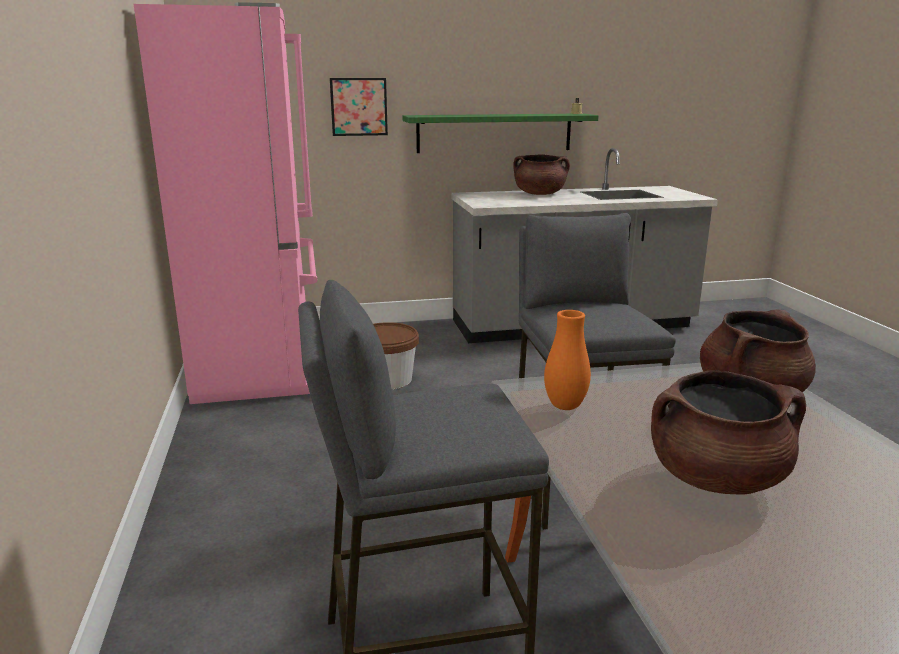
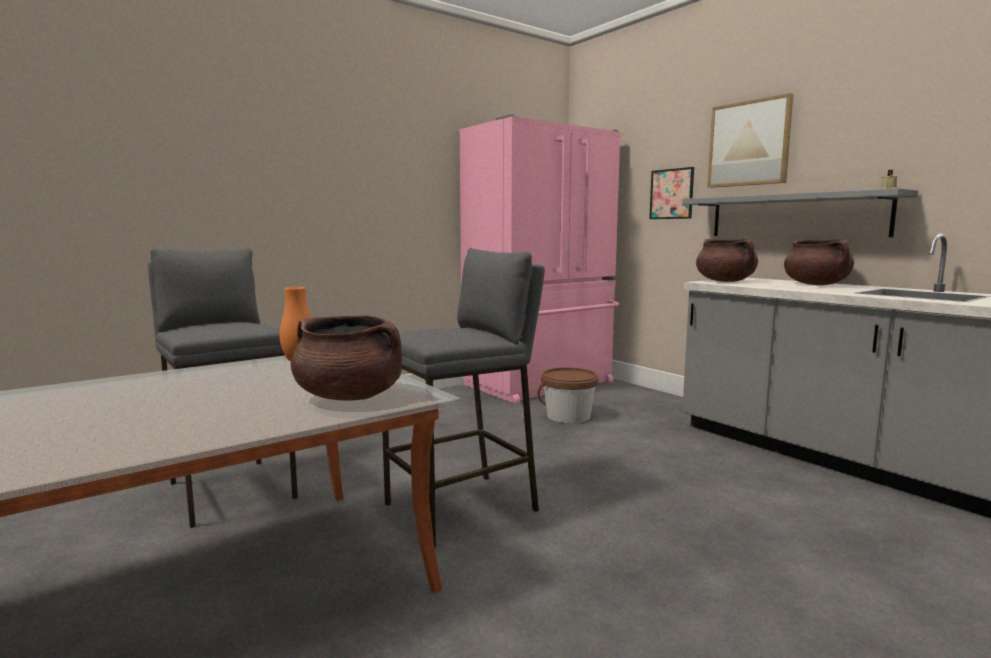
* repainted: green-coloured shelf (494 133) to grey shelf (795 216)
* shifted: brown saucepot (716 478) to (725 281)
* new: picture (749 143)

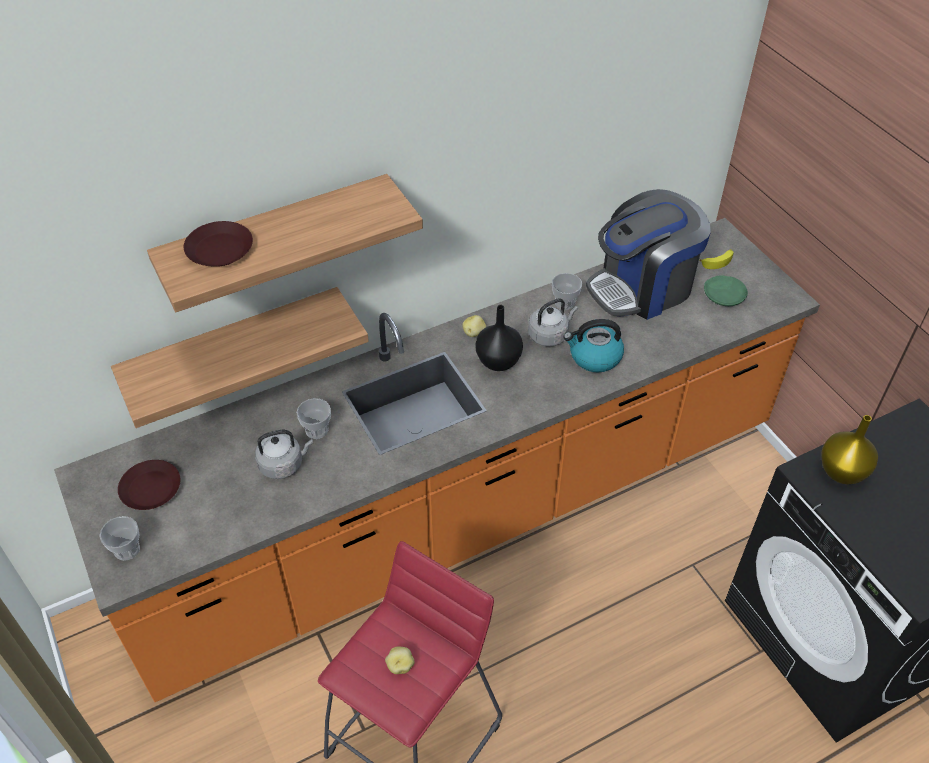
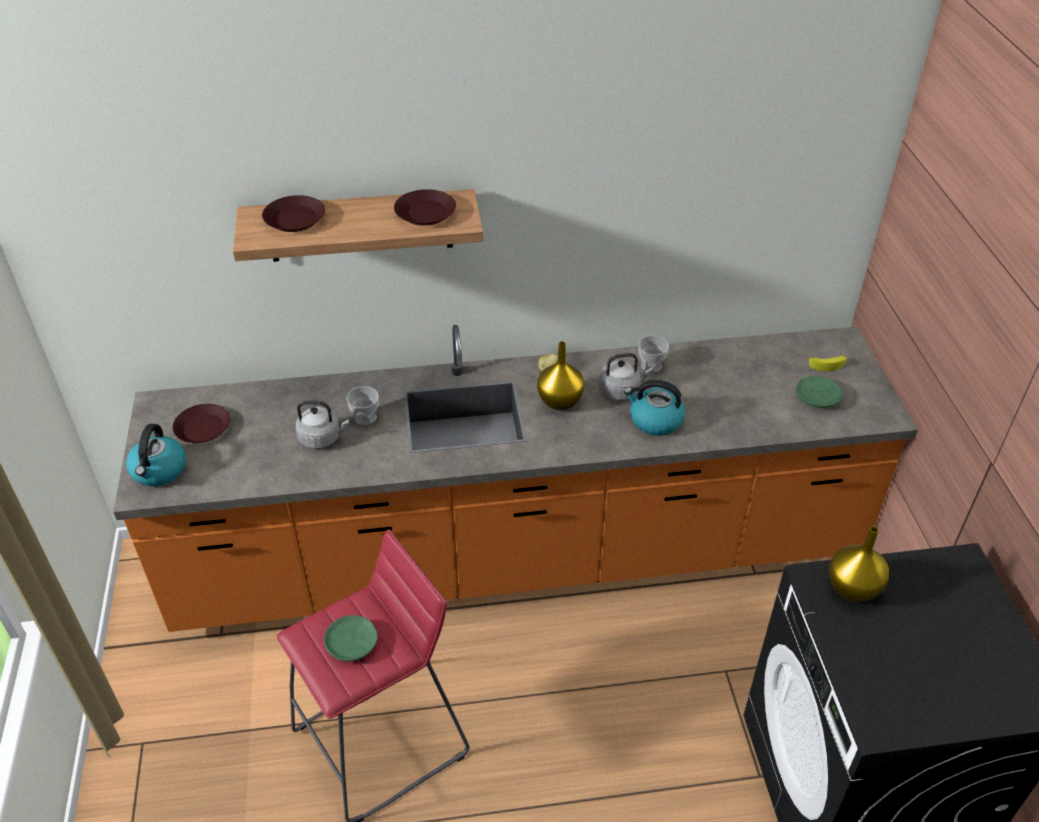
* swapped: small cup (127 549) to kettle (159 471)
* gone: shelf (233 347)
* swapped: whole potato (400 665) to green-coloured flat dish (352 644)
* repainted: black-coloured decorative vase (498 362) to yellow decorative vase (559 402)
* gone: coffee maker (642 288)
* new: brown flat dish (424 213)

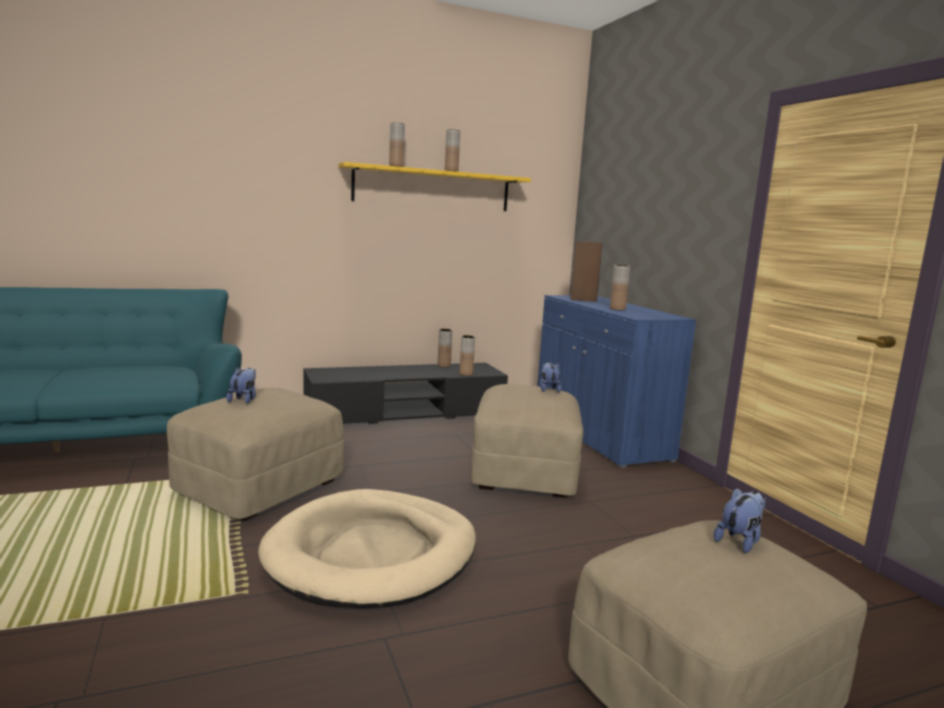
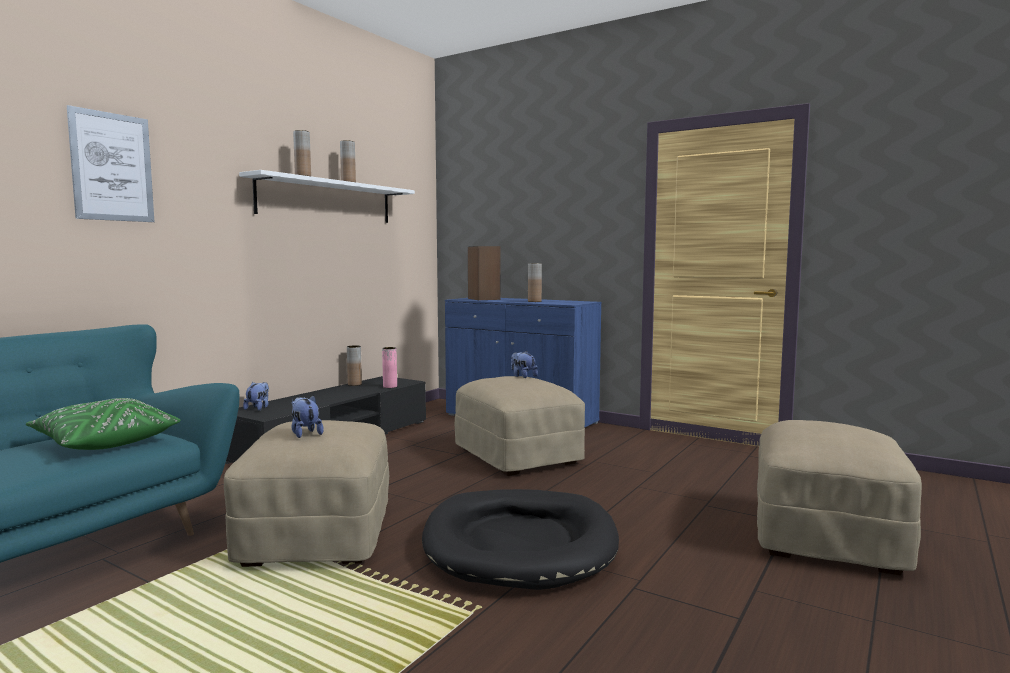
* repainted: beige-coloured pet bed (372 554) to black-coloured pet bed (520 544)
* repainted: yellow shelf (432 189) to white-coloured shelf (327 201)
* repainted: brown decorative vase (466 374) to pink decorative vase (390 386)
* shifted: soft toy (739 541) to (258 408)
* new: green-coloured throw pillow (104 442)
* new: picture (112 167)

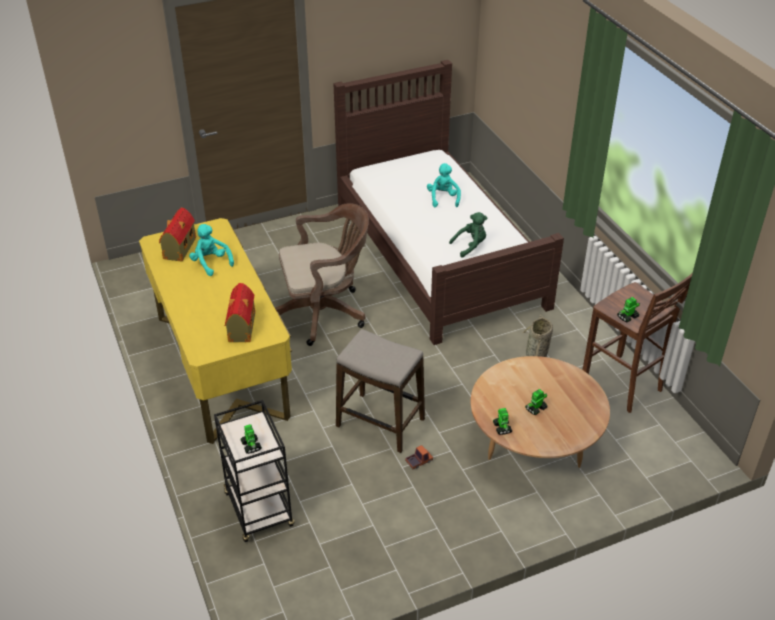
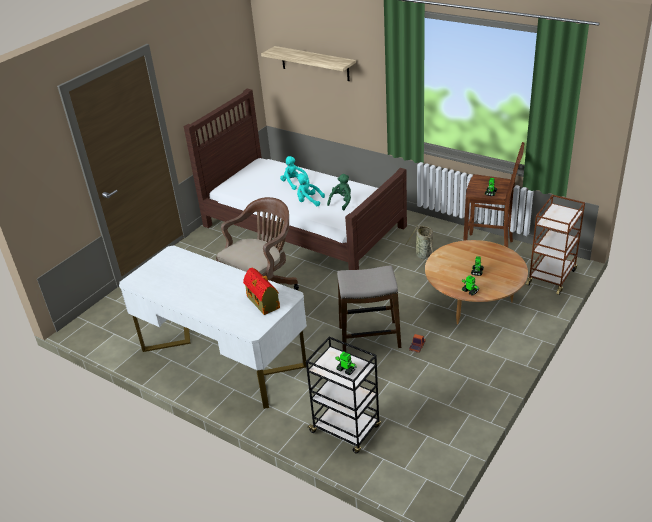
* repainted: yellow desk (221 365) to white-coloured desk (223 357)
* gone: toy house (179 249)
* shifted: blue-green soft toy (211 263) to (308 201)
* new: shelf (314 63)
* new: brown cart (551 277)

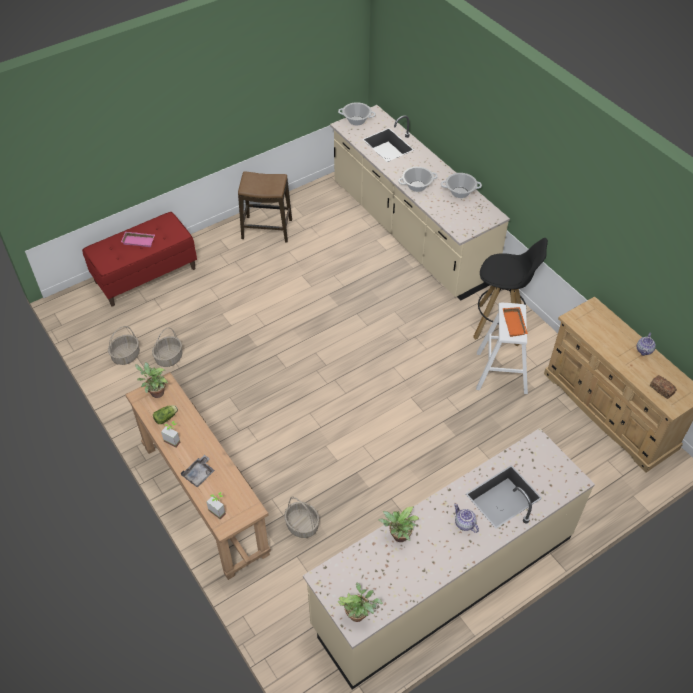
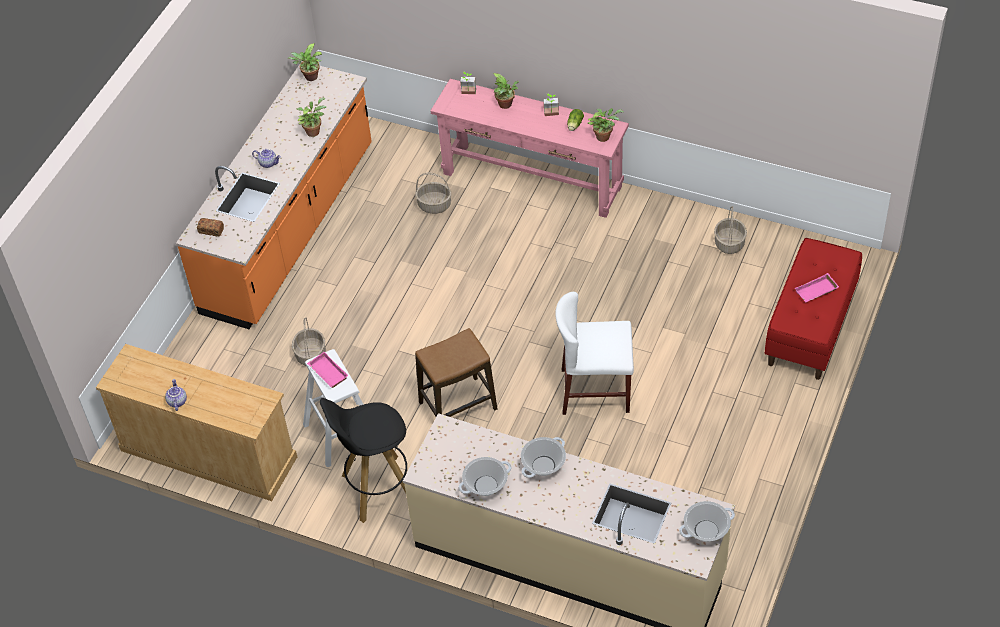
* repainted: brown narrow table (205 499) to pink narrow table (532 180)
* shifted: basket (169 358) to (310 354)
* swapped: grey carrying tray (199 474) to plant in a pot (506 105)
* shifted: sitting stool (267 229) to (458 406)
* repainted: beige-coloured kitchen counter (443 580) to orange-coloured kitchen counter (290 229)
* repainted: orange-coloured carrying tray (515 324) to pink carrying tray (327 373)
* shifted: bakery bread (661 390) to (211 231)
* new: white-coloured plain chair (595 390)

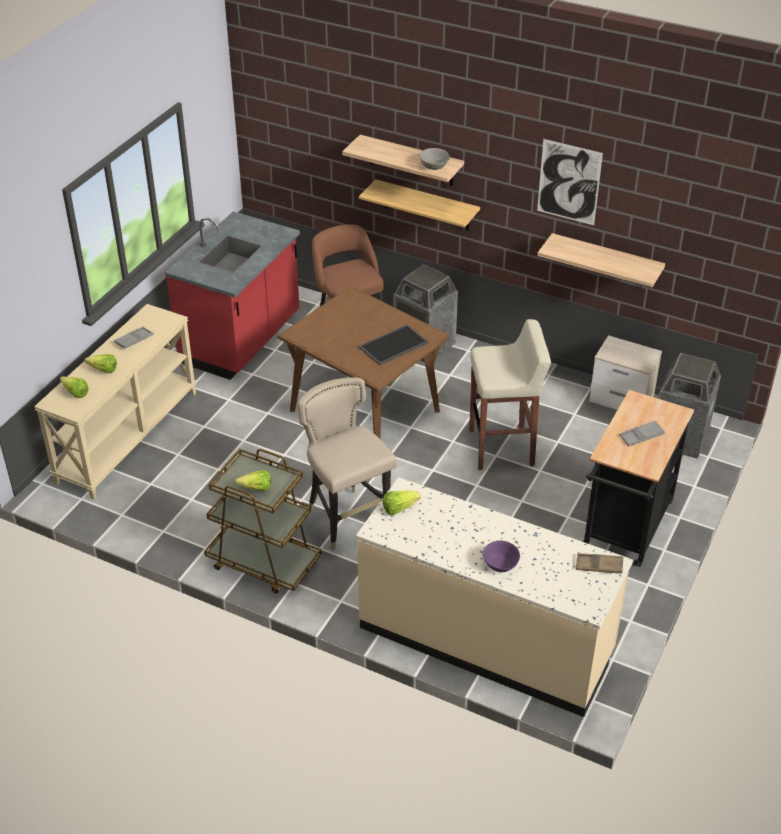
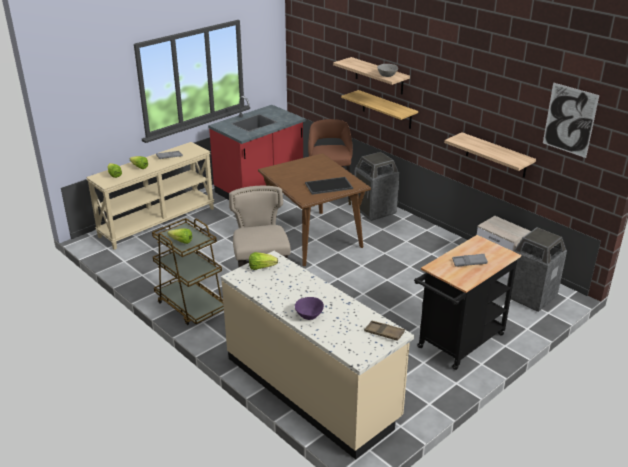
* gone: beige-coloured sitting stool (502 448)
* shifted: picture (569 182) to (569 120)

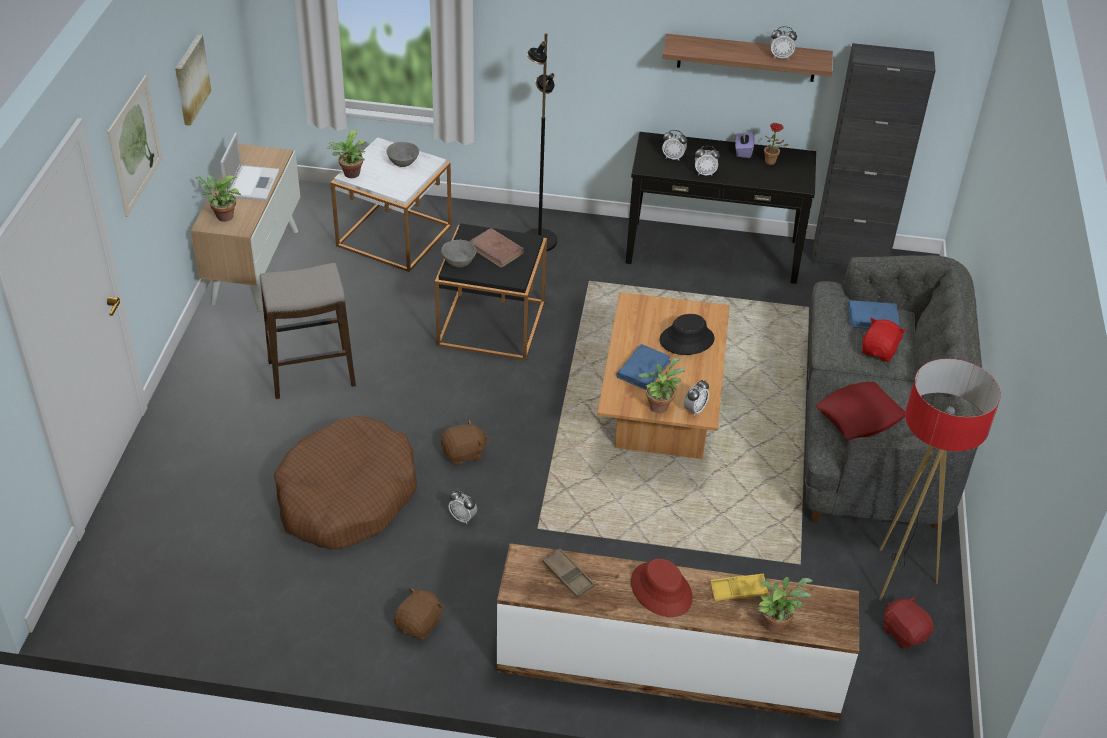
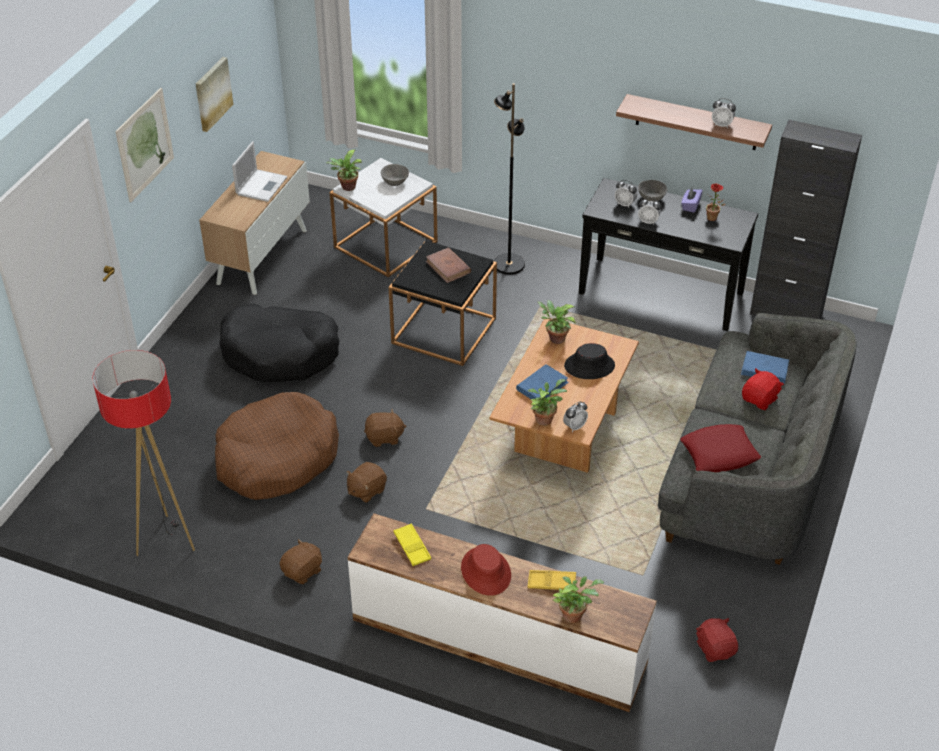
* shifted: plant in a pot (222 216) to (555 339)
* swapped: sitting stool (312 374) to black-coloured pet bed (280 353)
* shifted: grey deep dish (459 262) to (652 198)
* swapped: table clock (463 517) to brown soft toy (366 490)
* repainted: brown carrying tray (568 576) to yellow carrying tray (412 547)
* shifted: floor lamp (899 577) to (166 540)

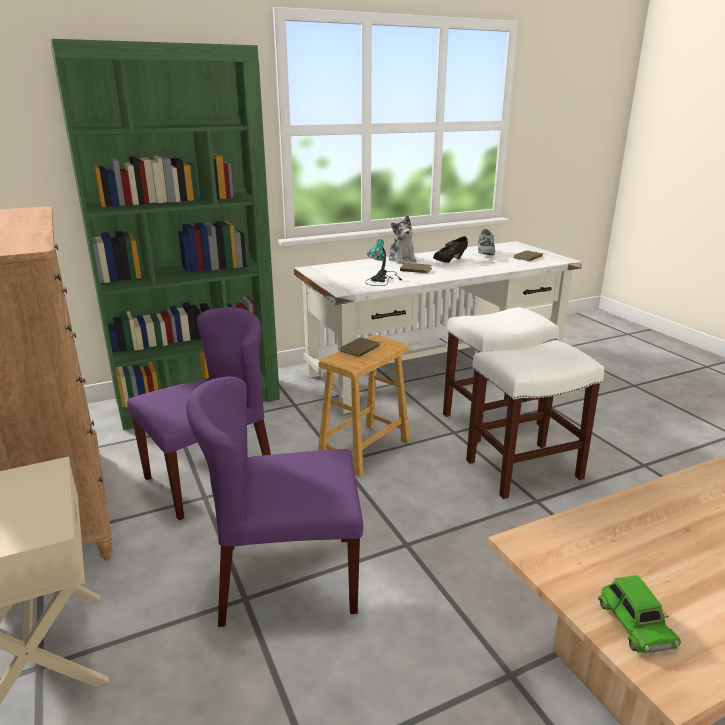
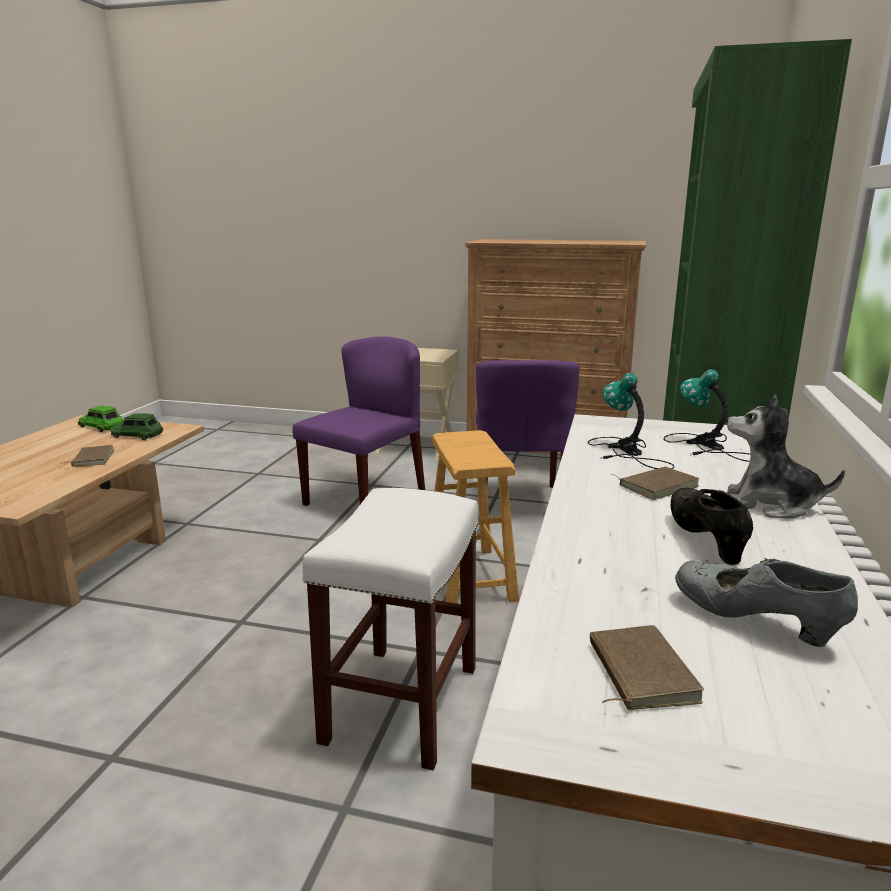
* shifted: brown bound book (361 349) to (91 459)
* gone: white-coloured sitting stool (524 469)
* new: green-coloured toy car (138 435)
* new: table lamp (707 447)

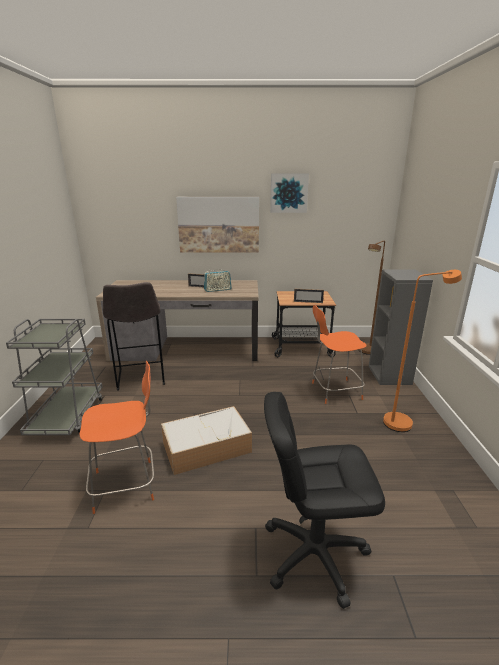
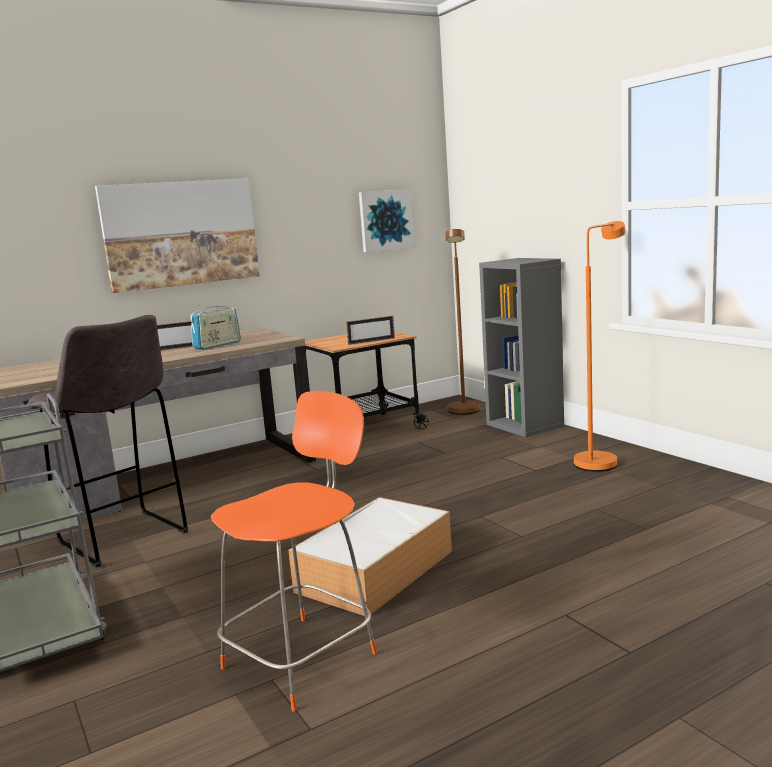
* gone: black-coloured desk chair (314 553)
* shifted: picture (289 193) to (386 220)
* gone: orange-coloured plain chair (334 391)

